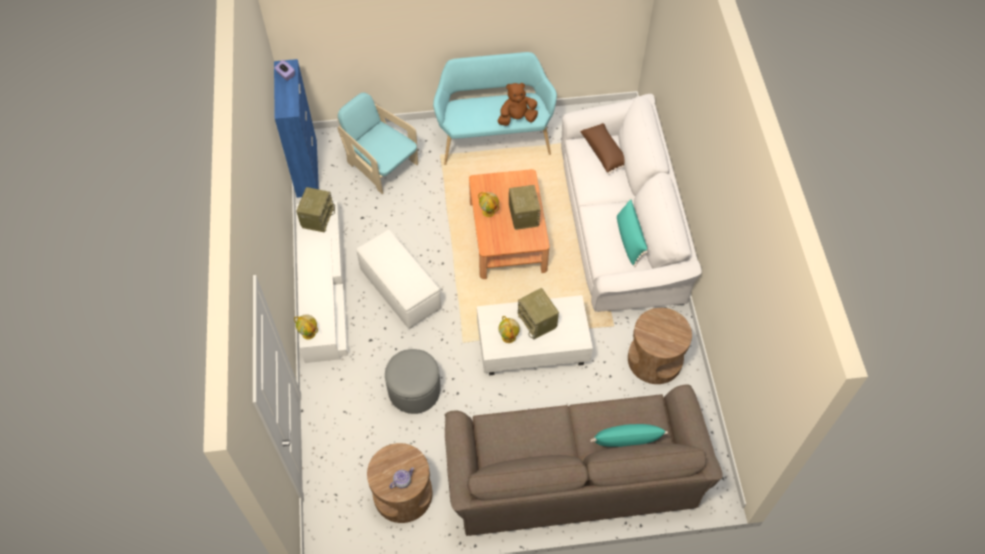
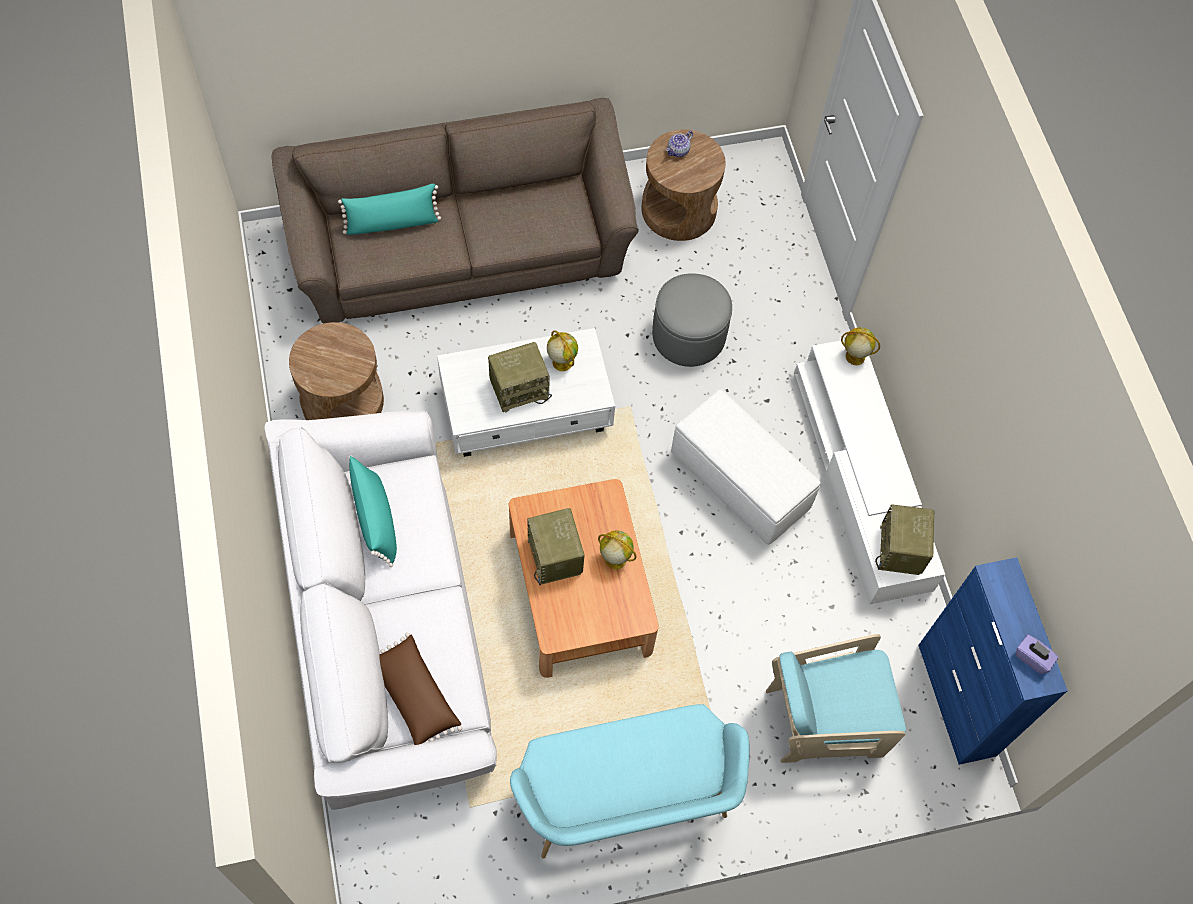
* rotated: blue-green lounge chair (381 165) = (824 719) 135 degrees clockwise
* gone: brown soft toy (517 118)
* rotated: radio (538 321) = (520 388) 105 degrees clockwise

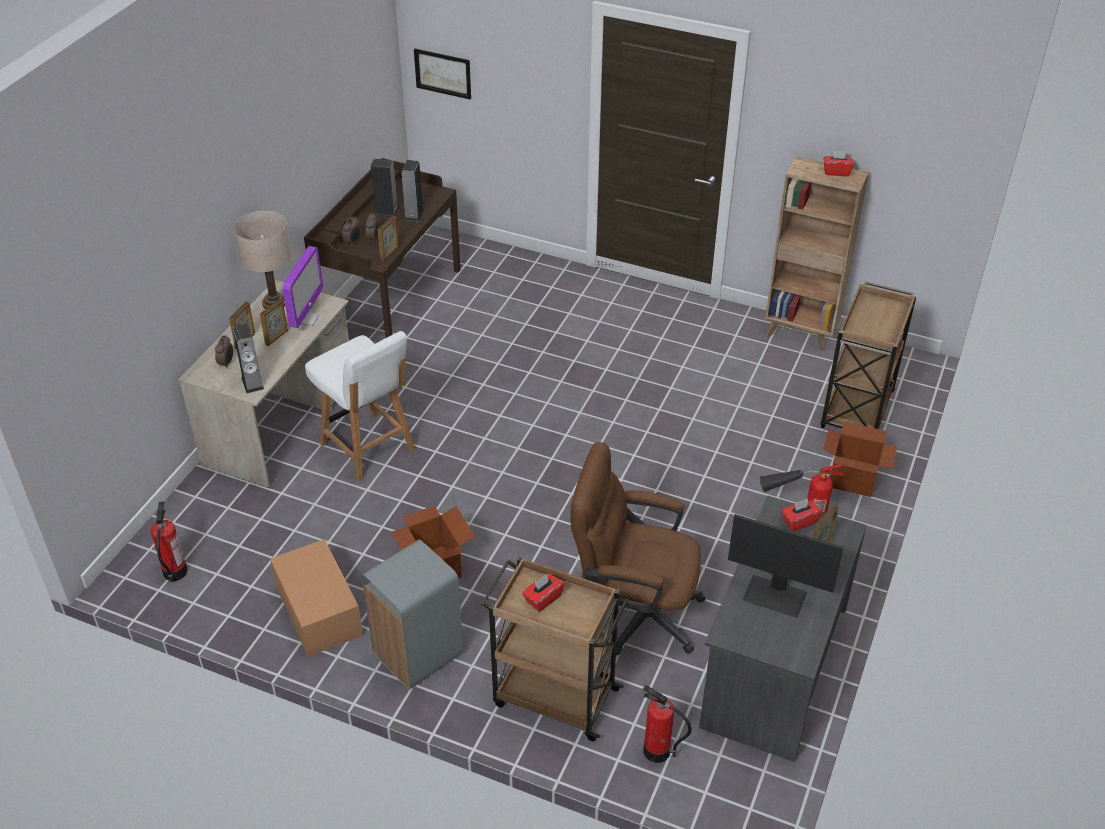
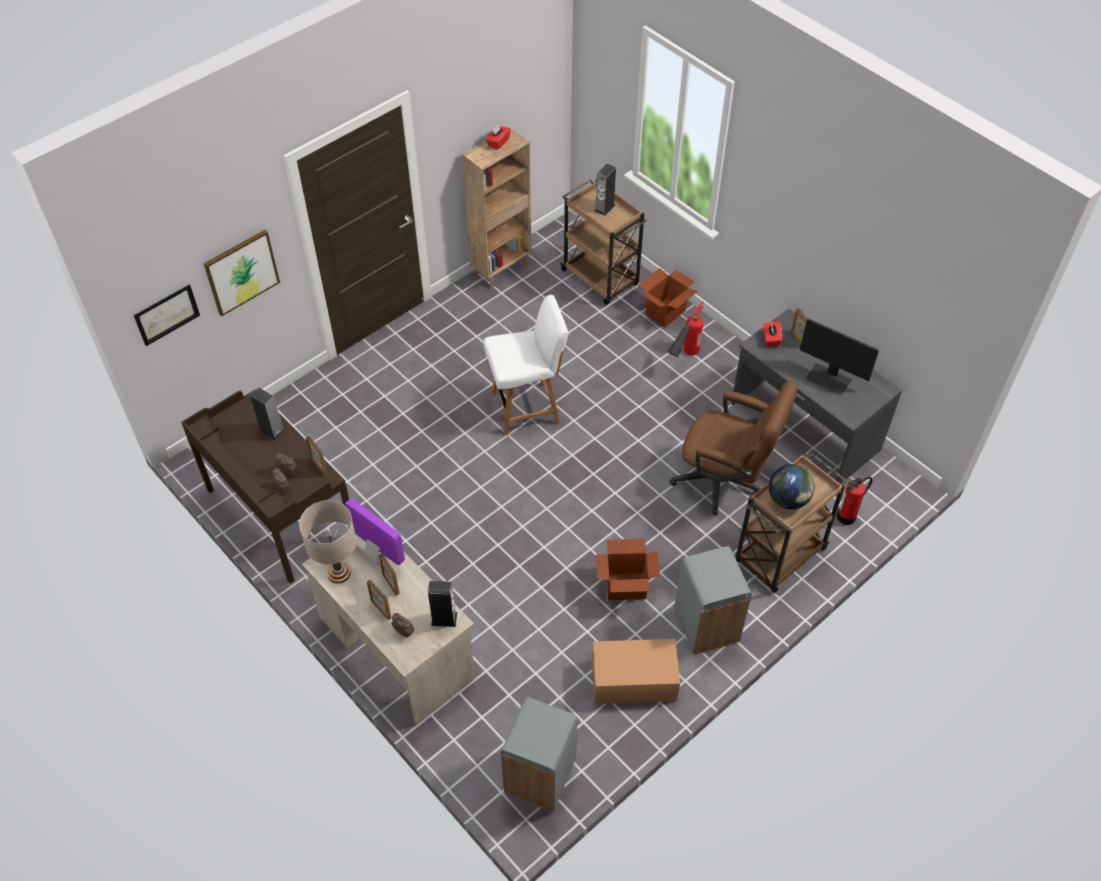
* swapped: fire extinguisher (175 572) to grey trash can (539 777)
* shifted: white-coloured plain chair (368 448) to (527 408)
* shifted: loudspeaker (386 210) to (604 208)
* swapped: reddish tissue box (543 599) to globe (788 499)
* rotated: brown desk chair (633 611) = (725 482) 105 degrees counterclockwise
* rotated: computer screen (775 595) = (829 379) 75 degrees clockwise
* new: picture (241 272)

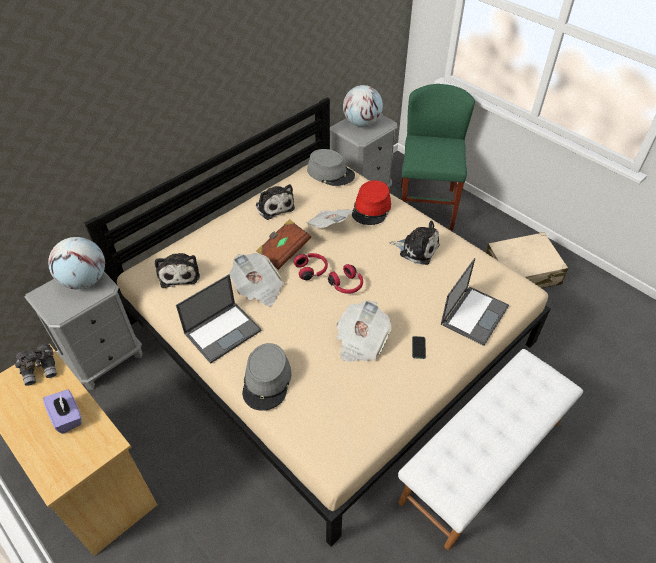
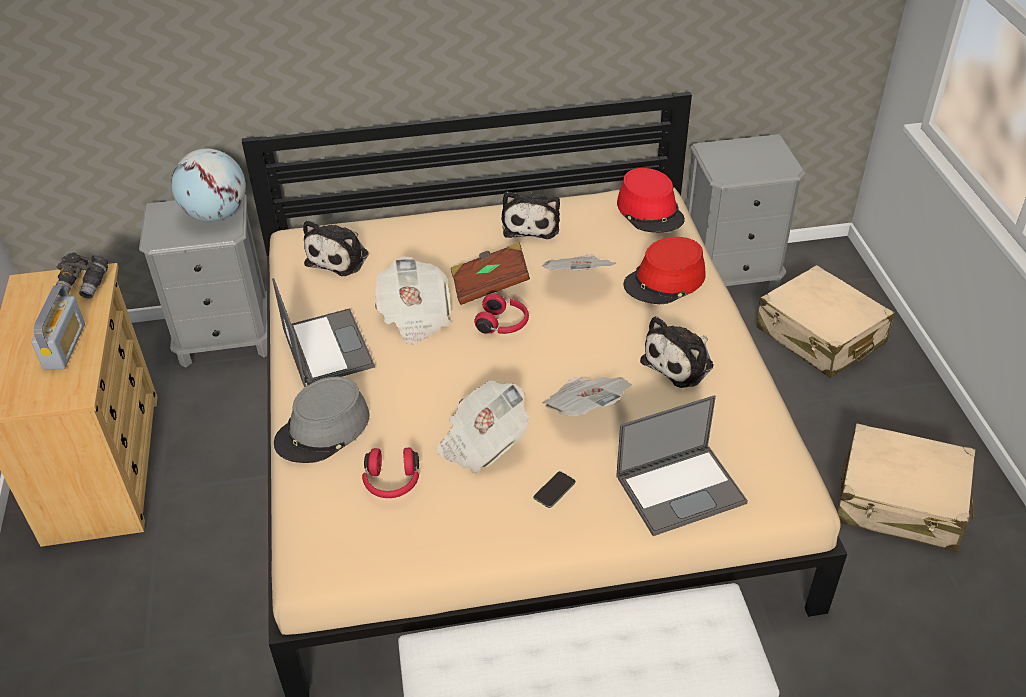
* swapped: purple tissue box (68 417) to radio (64 346)
* rotated: laptop (223 331) = (327 347) 105 degrees counterclockwise
* repainted: grey hat (331 173) to reddish hat (650 211)
* shifted: reddish headphones (347 285) to (392 482)
* gone: globe (361 123)
* rotated: soft toy (416 249) = (680 362) 75 degrees clockwise
* swapped: green-coloured plain chair (426 207) to beige-coloured suitcase (820 336)
* new: daily paper (585 409)

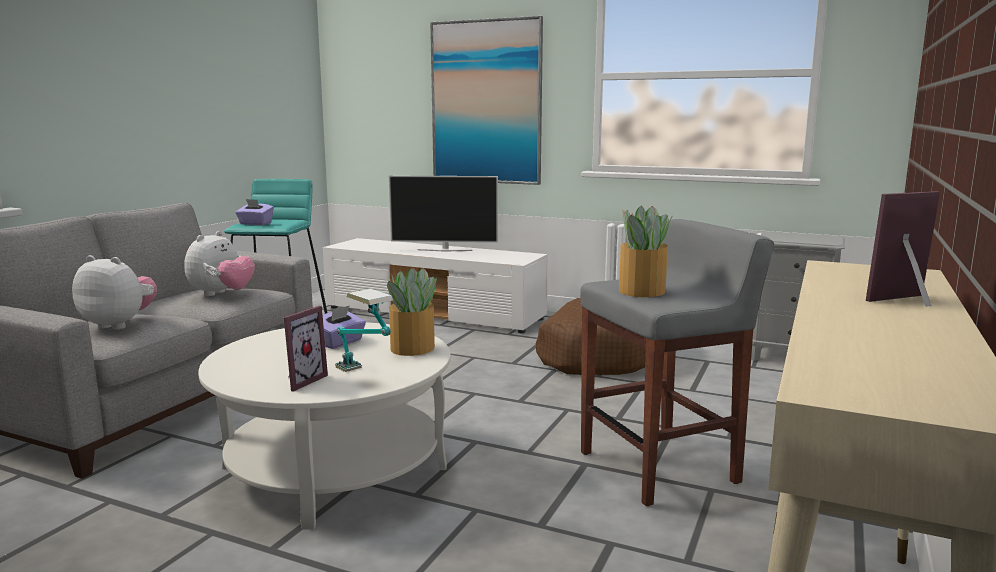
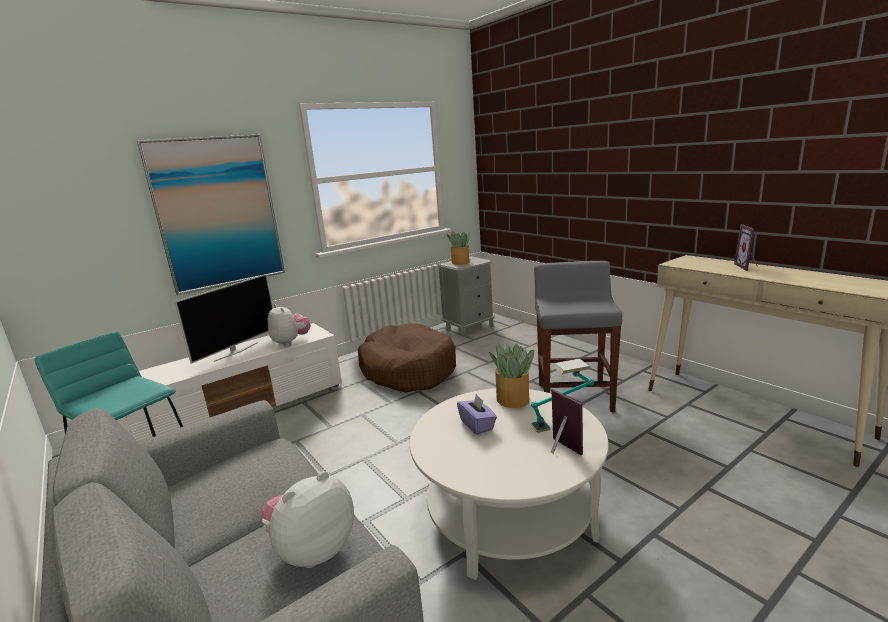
* shifted: soft toy (221 294) to (291 342)
* gone: purple tissue box (255 224)
* shifted: plant in a pot (641 291) to (460 262)

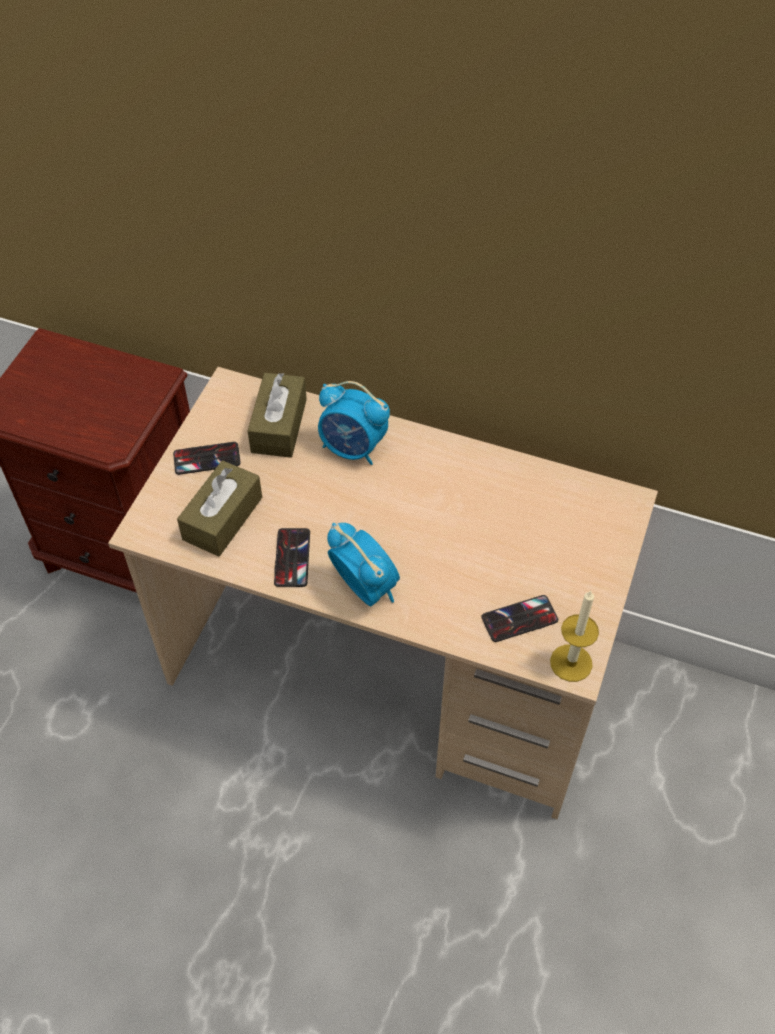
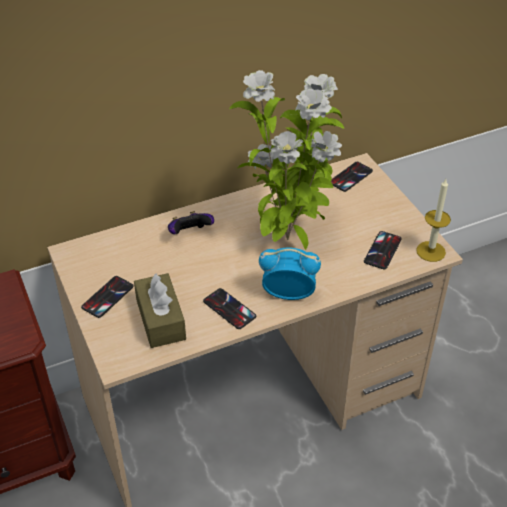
* gone: brown tissue box (279 425)
* swapped: table clock (353 448) to gamepad (190 234)
* new: plant in a pot (289 241)
* new: handset (350 177)

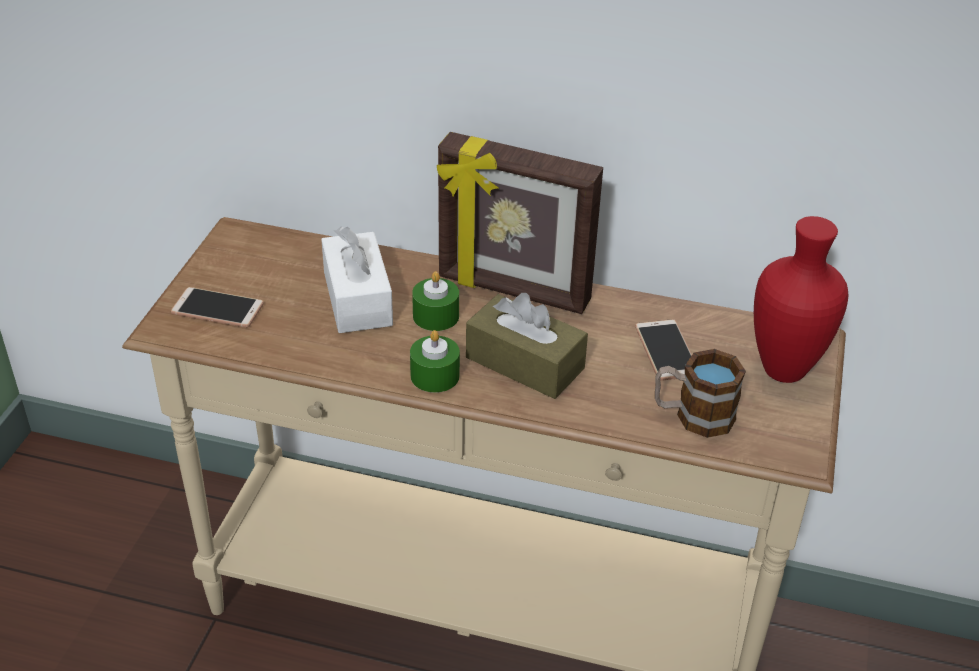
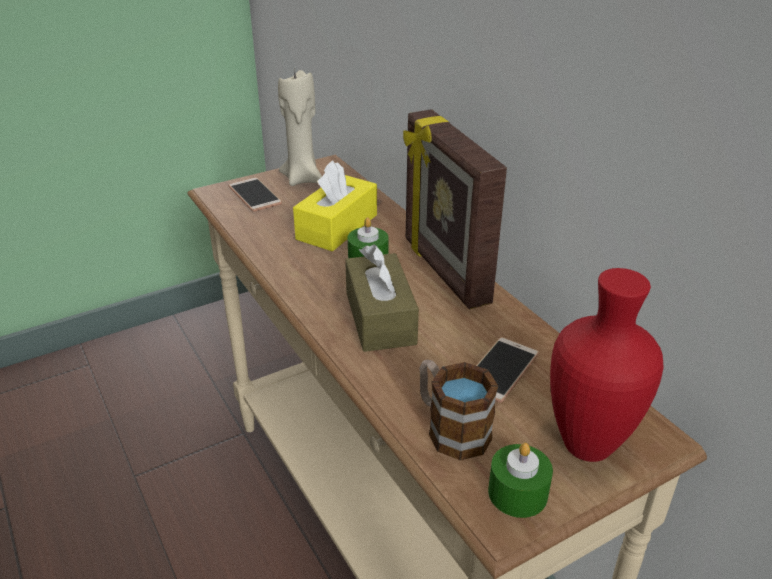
* repainted: white-coloured tissue box (357 299) to yellow tissue box (337 227)
* shifted: green-coloured wax light (435 376) to (517 493)
* new: beige-coloured wax light (303 179)

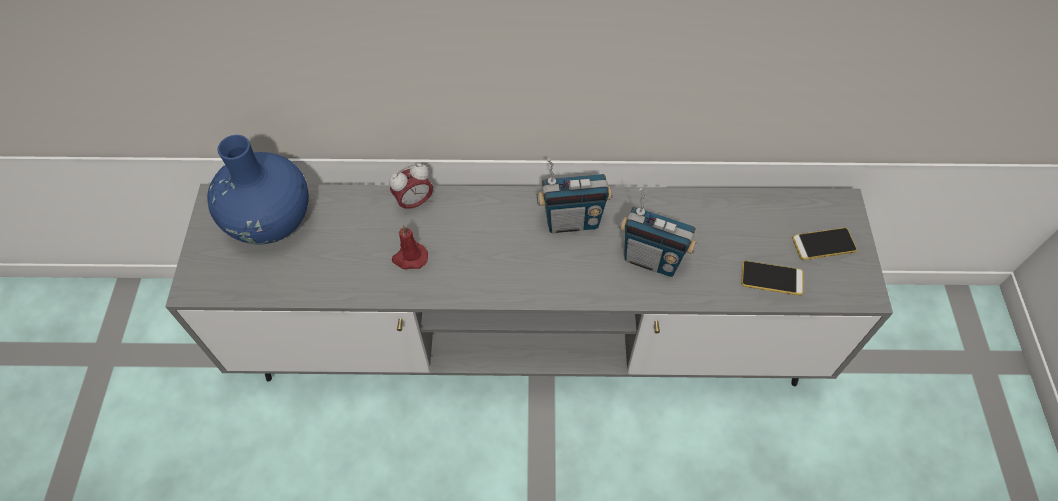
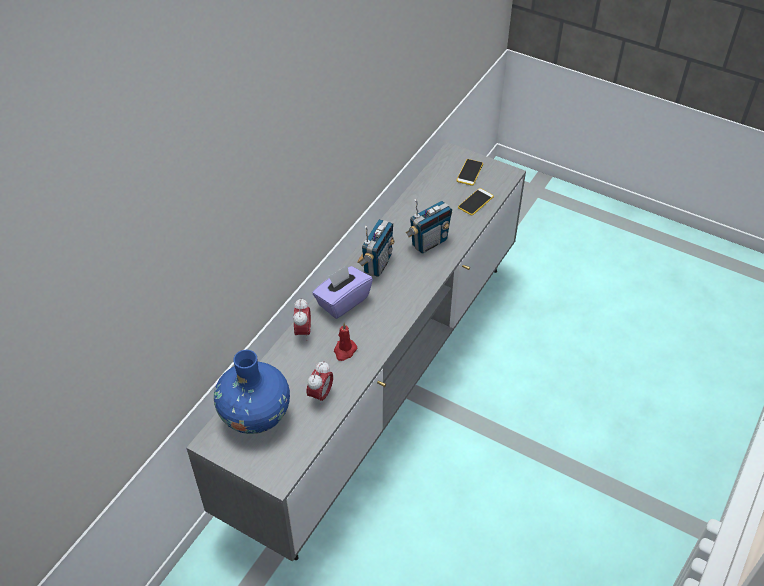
* new: table clock (320 395)
* new: purple tissue box (342 301)

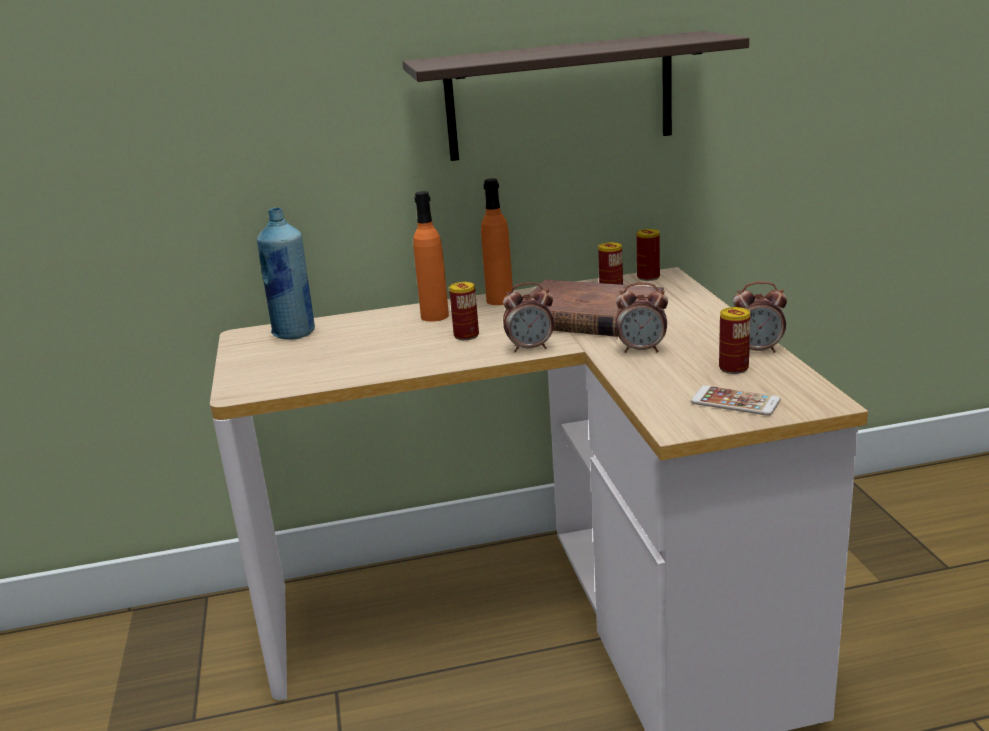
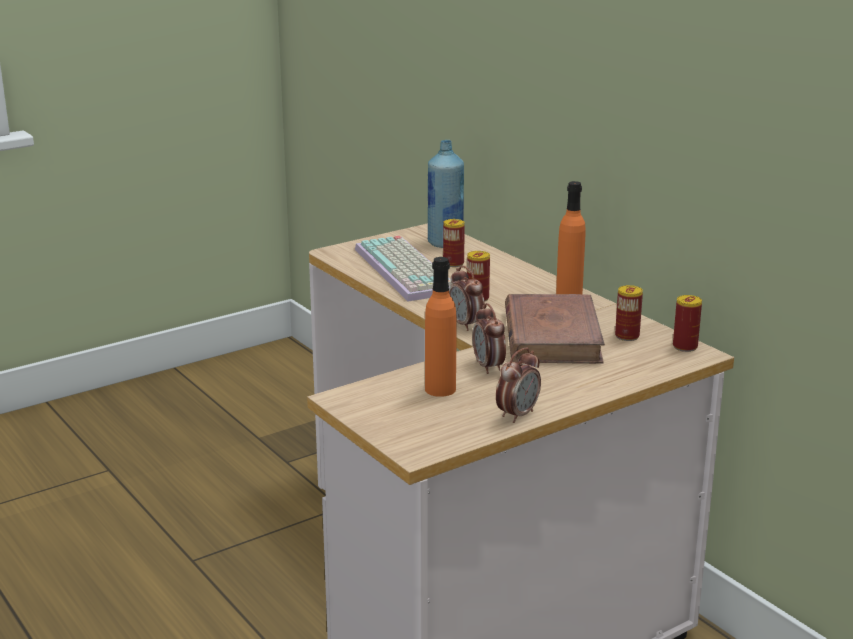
* gone: shelf (560 97)
* shifted: orange-coloured beverage bottle (434 316) to (440 389)
* gone: handset (735 401)
* shifted: can (733 368) to (453 263)
* rotated: table clock (757 350) = (517 415) 120 degrees counterclockwise
* new: keyboard (408 270)

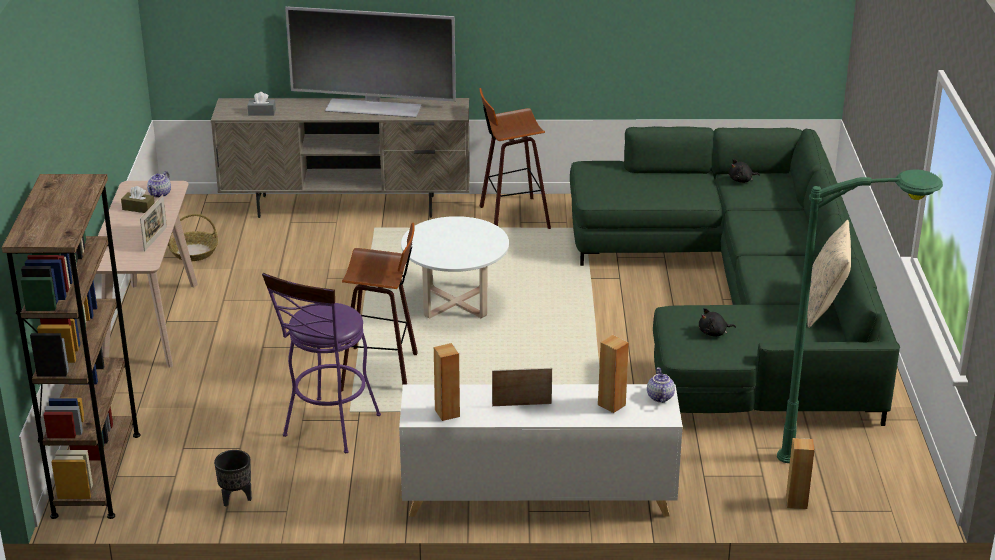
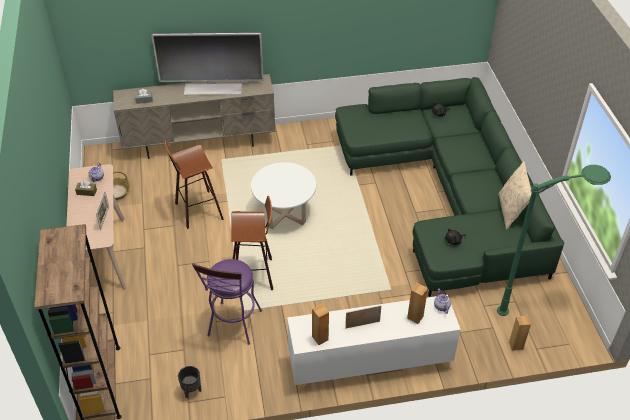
* shifted: sitting stool (512 217) to (197 211)

